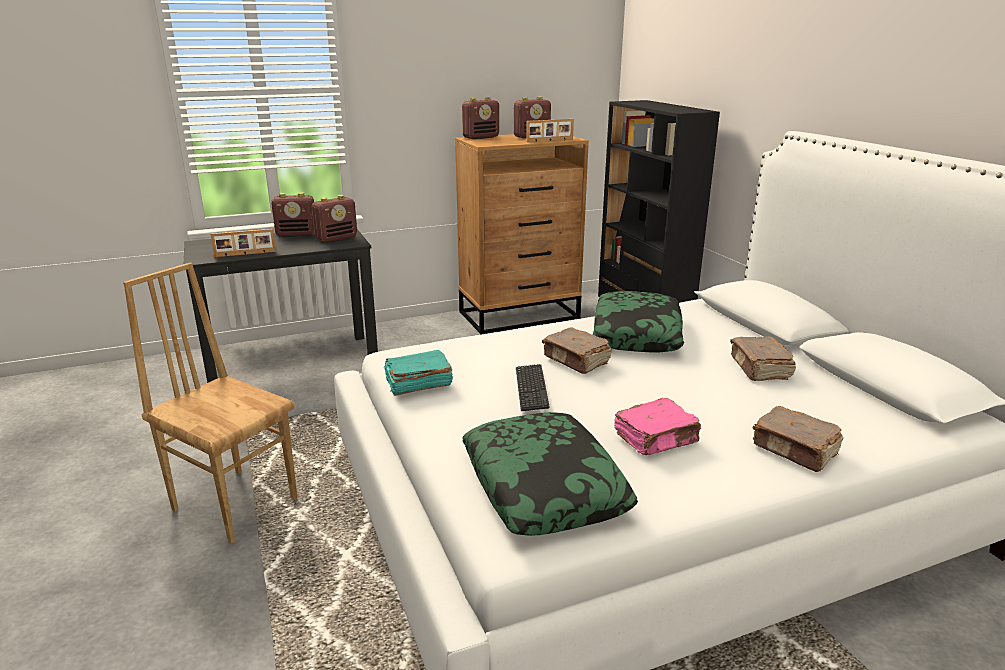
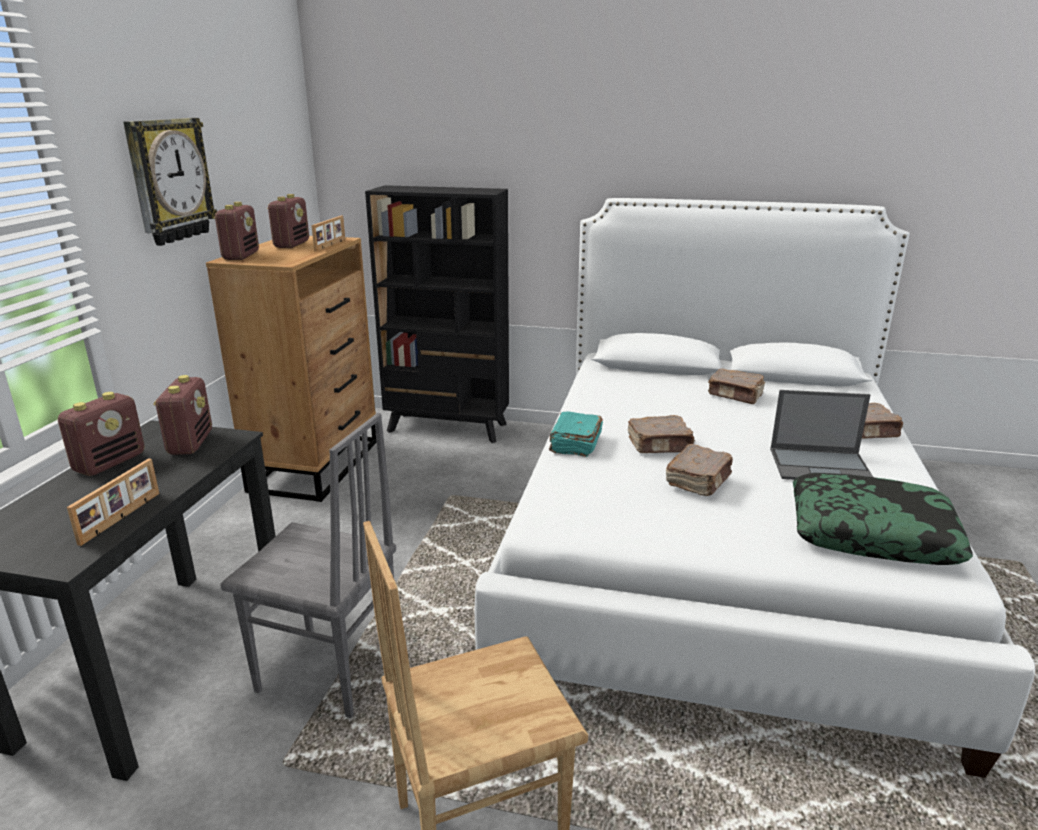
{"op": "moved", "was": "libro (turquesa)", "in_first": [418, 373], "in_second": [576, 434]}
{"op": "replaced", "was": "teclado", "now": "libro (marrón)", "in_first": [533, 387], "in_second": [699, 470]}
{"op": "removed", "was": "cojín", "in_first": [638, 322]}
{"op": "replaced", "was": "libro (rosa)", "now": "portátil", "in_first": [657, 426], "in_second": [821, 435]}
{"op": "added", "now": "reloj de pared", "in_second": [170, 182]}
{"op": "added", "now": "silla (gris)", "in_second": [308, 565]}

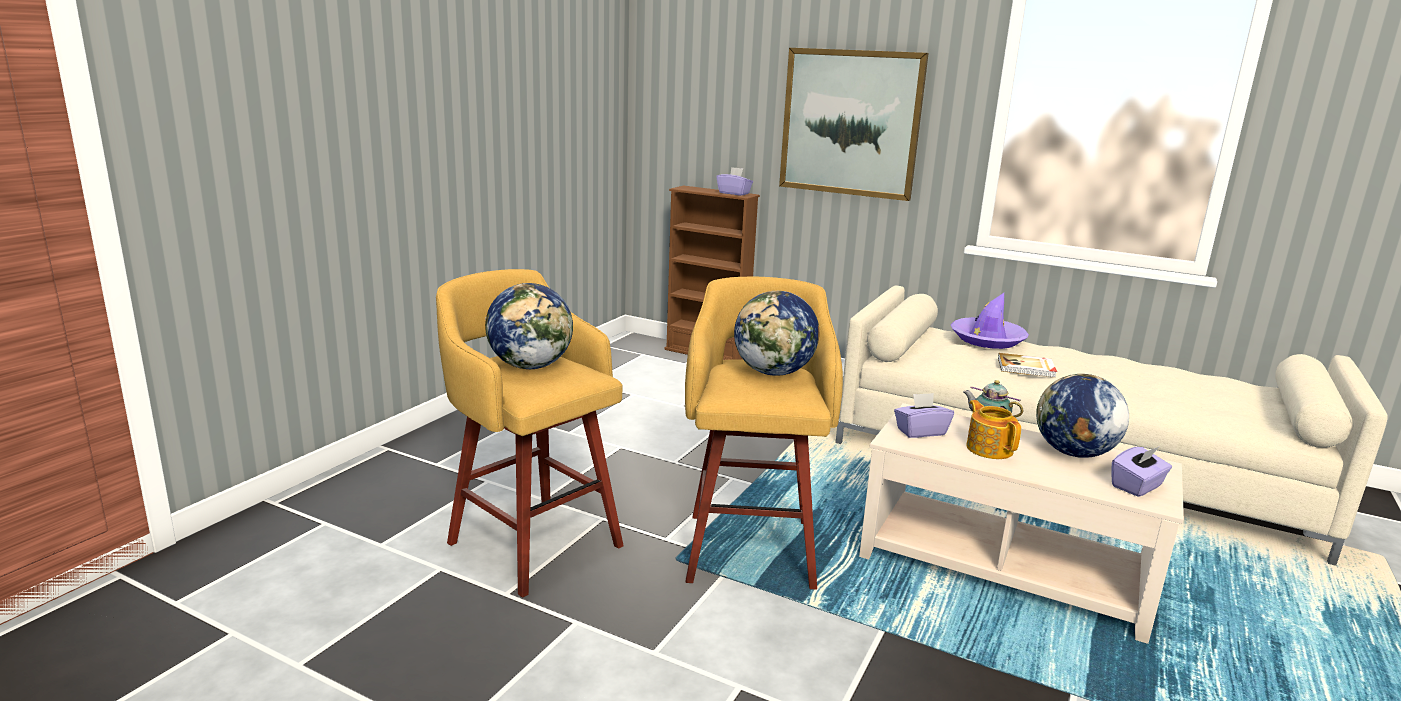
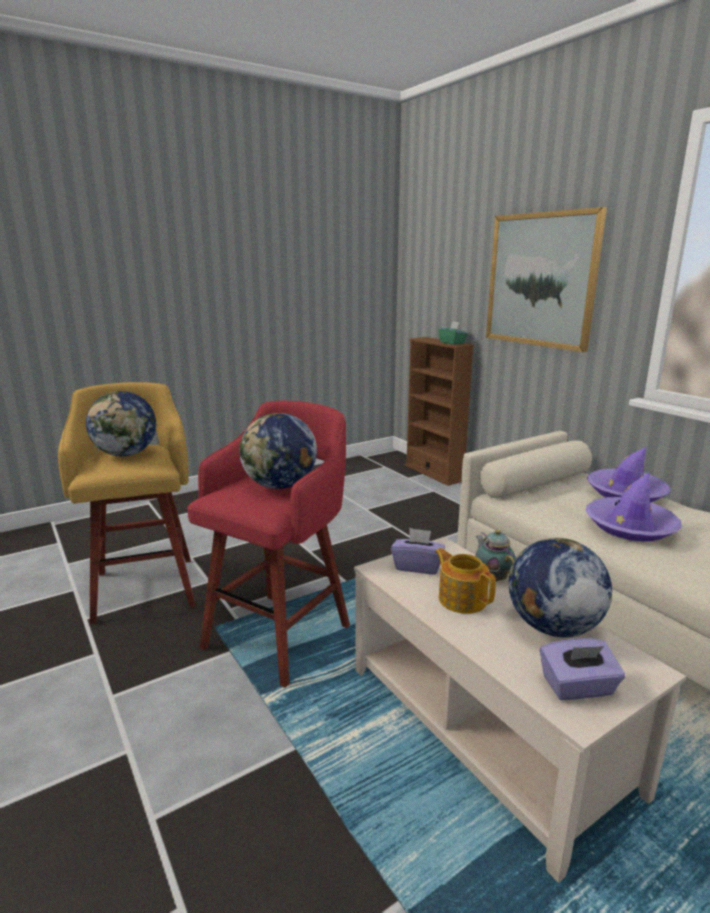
{"op": "recoloured", "was": "taburete (amarillo)", "now": "taburete (rojo)", "in_first": [764, 433], "in_second": [268, 544]}
{"op": "recoloured", "was": "caja de pañuelos (morado)", "now": "caja de pañuelos (verde)", "in_first": [735, 181], "in_second": [453, 333]}
{"op": "turned", "was": "tetera", "in_first": [993, 429], "in_second": [465, 581], "clockwise": -45}
{"op": "replaced", "was": "libro", "now": "sombrero (morado)", "in_first": [1027, 365], "in_second": [634, 506]}

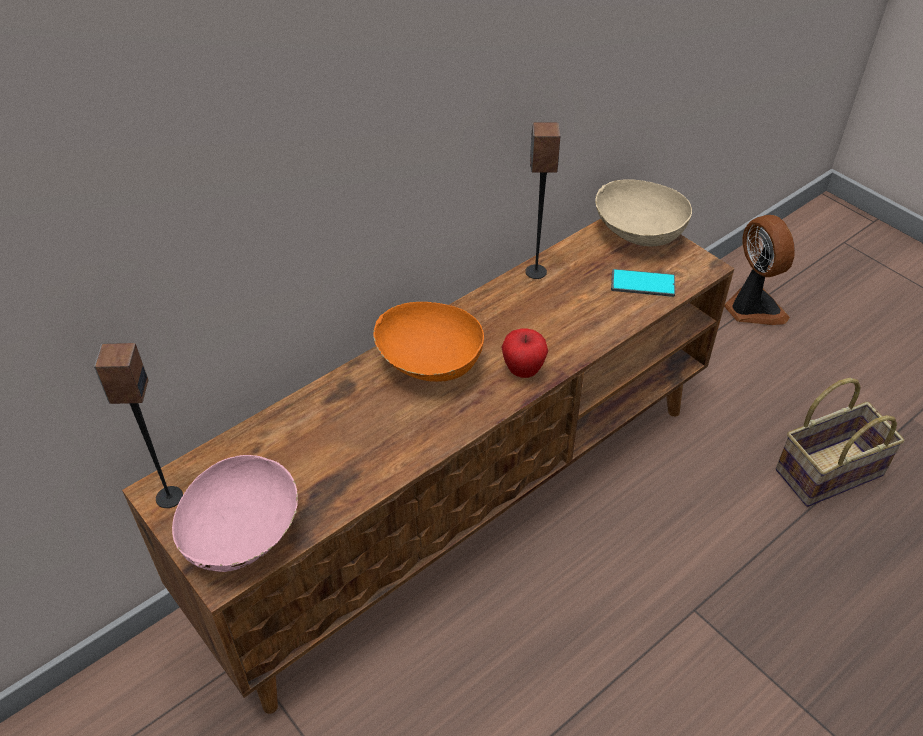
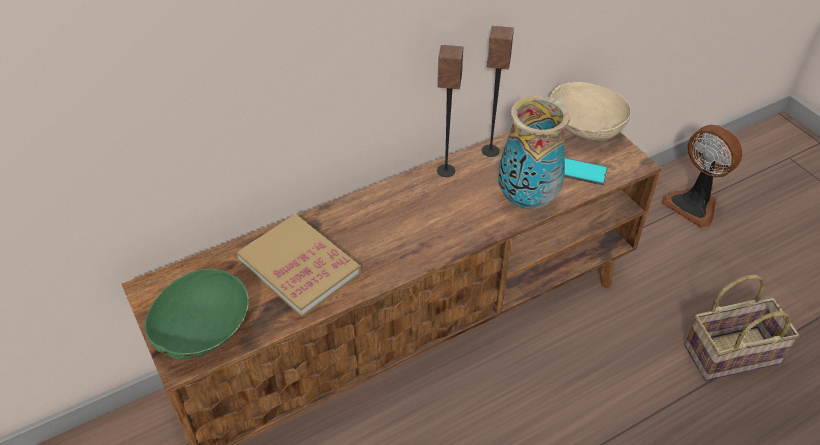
{"op": "moved", "was": "altavoz", "in_first": [138, 425], "in_second": [450, 111]}
{"op": "recoloured", "was": "cuenco (rosa)", "now": "cuenco (verde)", "in_first": [235, 513], "in_second": [197, 314]}
{"op": "removed", "was": "cuenco (naranja)", "in_first": [428, 342]}
{"op": "removed", "was": "manzana", "in_first": [524, 353]}
{"op": "turned", "was": "ventilador", "in_first": [759, 270], "in_second": [701, 176], "clockwise": 150}
{"op": "added", "now": "libro", "in_second": [299, 265]}
{"op": "added", "now": "florero", "in_second": [534, 152]}

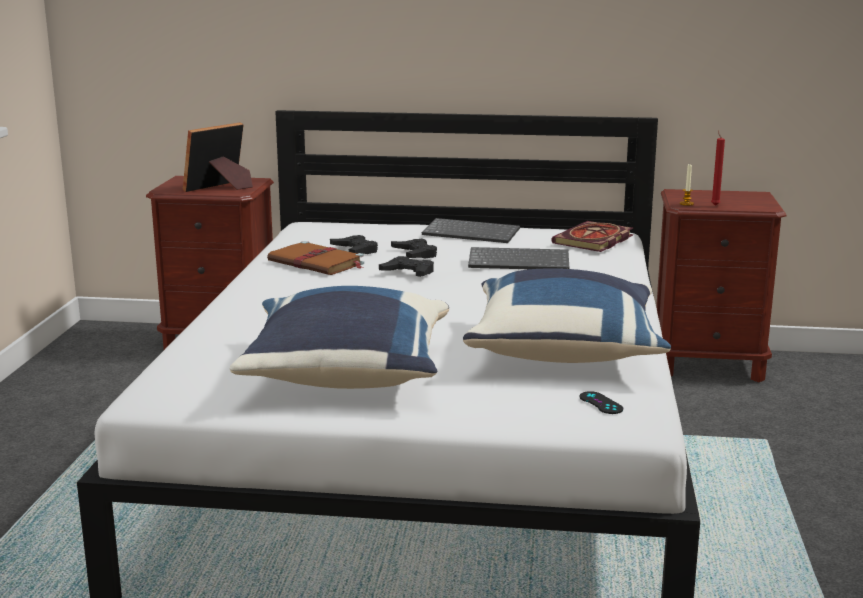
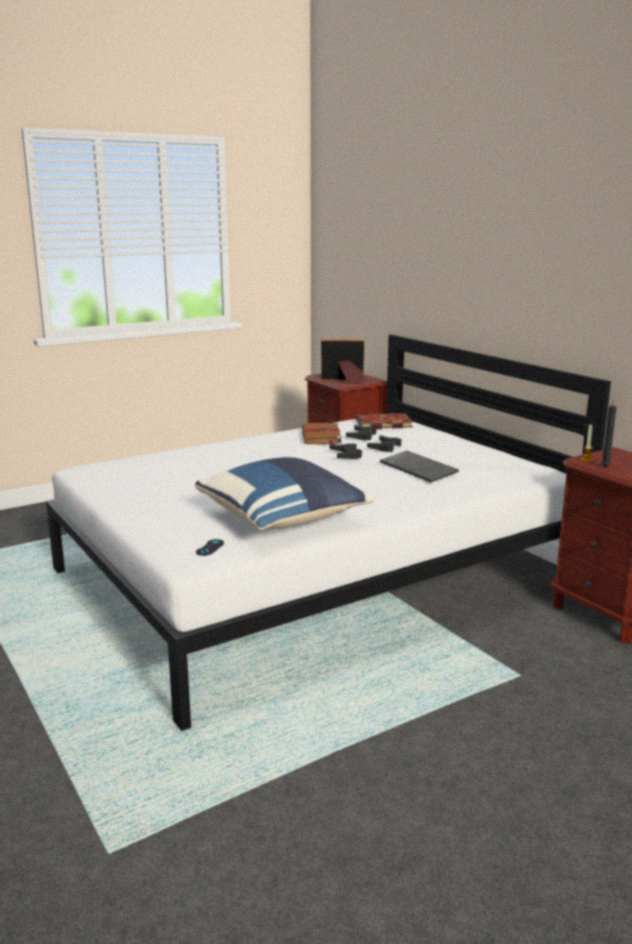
{"op": "removed", "was": "cojín (azul)", "in_first": [339, 337]}
{"op": "removed", "was": "teclado", "in_first": [471, 230]}
{"op": "moved", "was": "libro", "in_first": [592, 236], "in_second": [384, 421]}
{"op": "recoloured", "was": "vela (rojo)", "now": "vela (negro)", "in_first": [718, 168], "in_second": [608, 432]}

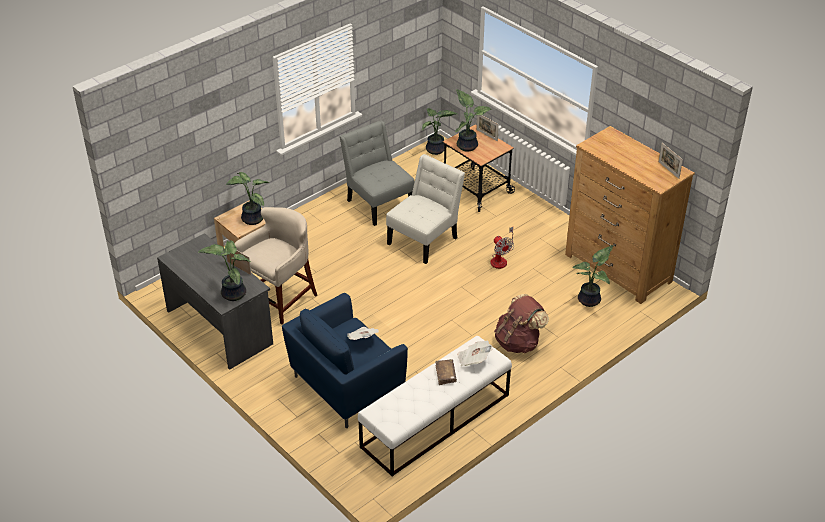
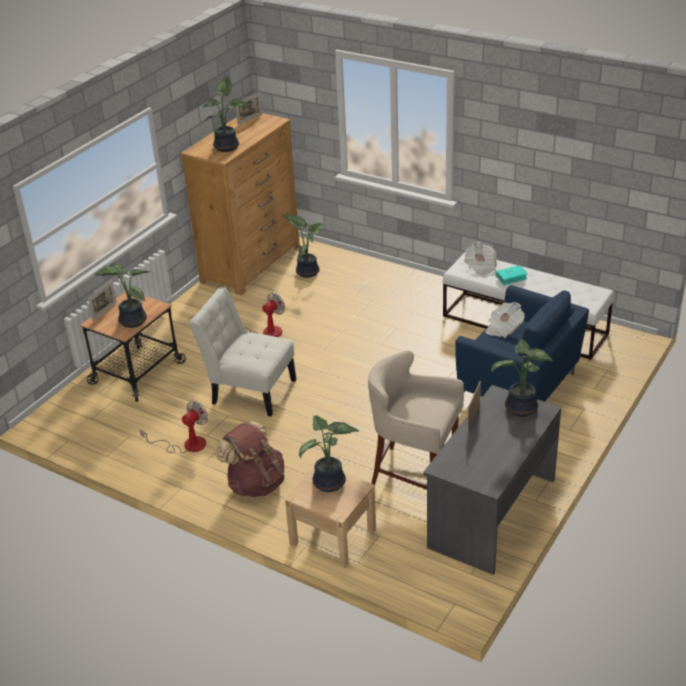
{"op": "replaced", "was": "silla (gris)", "now": "ventilador", "in_first": [377, 173], "in_second": [174, 427]}
{"op": "moved", "was": "planta en maceta", "in_first": [439, 131], "in_second": [225, 113]}
{"op": "recoloured", "was": "libro (marrón)", "now": "libro (turquesa)", "in_first": [446, 372], "in_second": [511, 275]}
{"op": "moved", "was": "mochila (marrón)", "in_first": [521, 323], "in_second": [249, 459]}

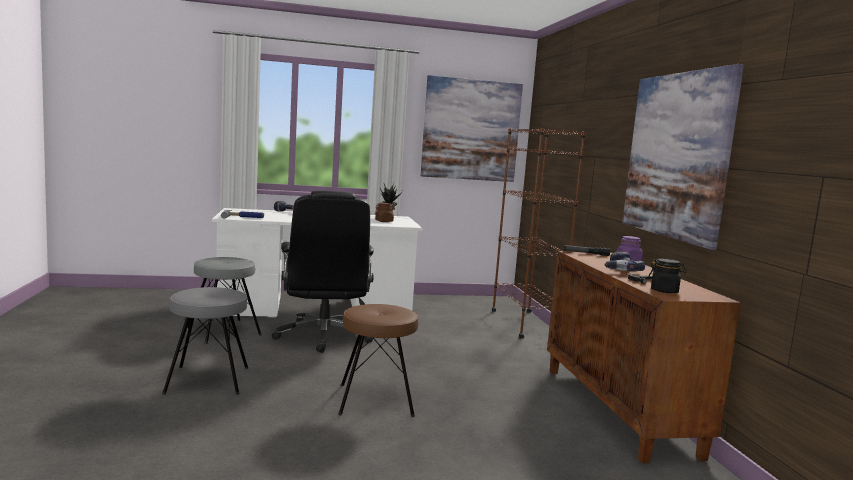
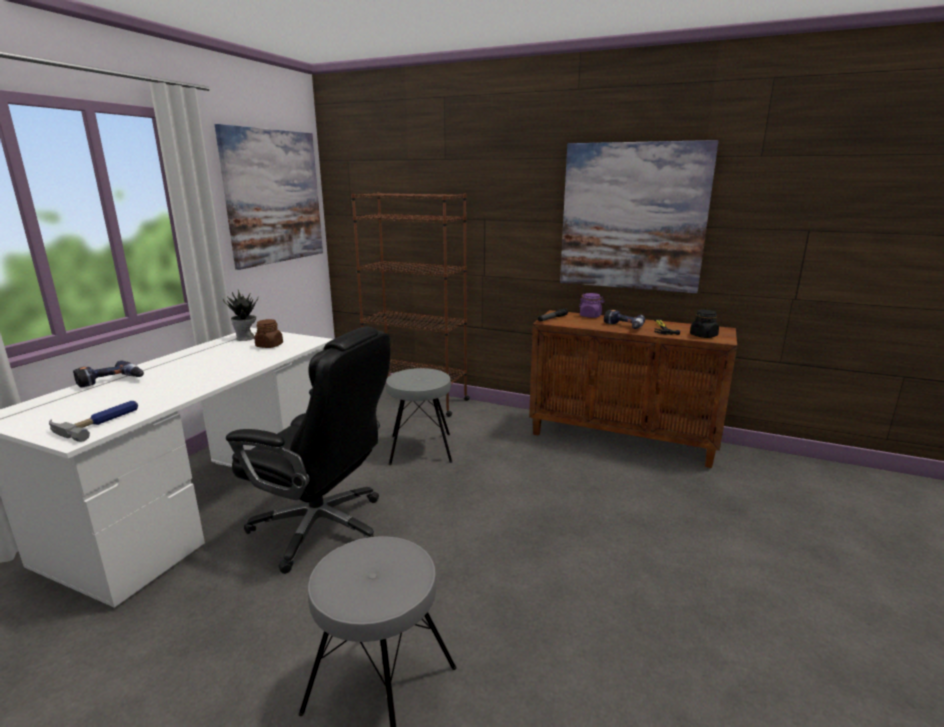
{"op": "moved", "was": "taburete (gris)", "in_first": [224, 300], "in_second": [419, 416]}
{"op": "removed", "was": "taburete (marrón)", "in_first": [378, 360]}

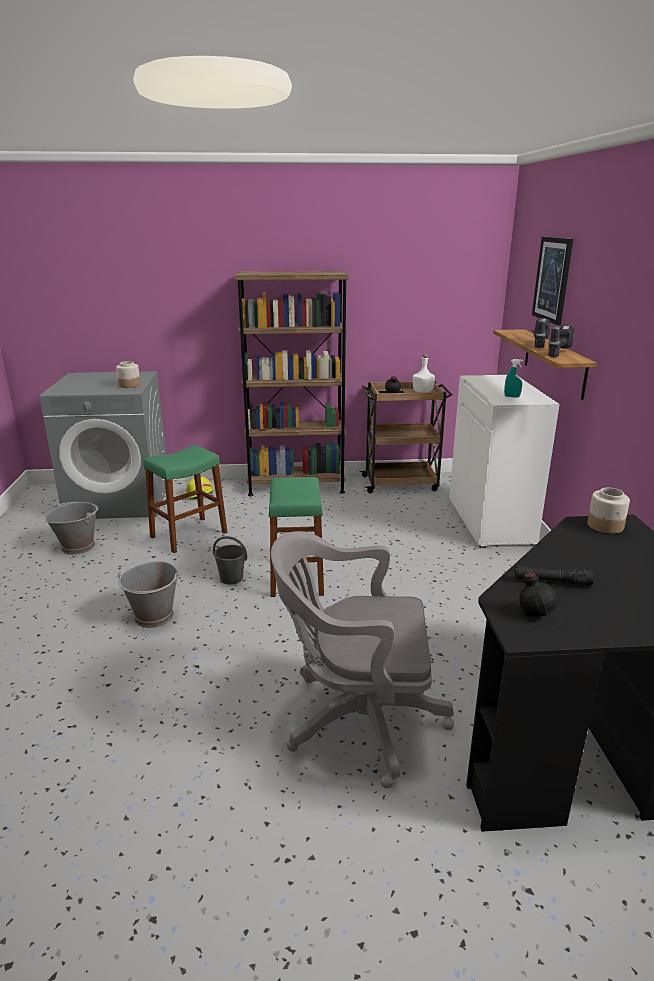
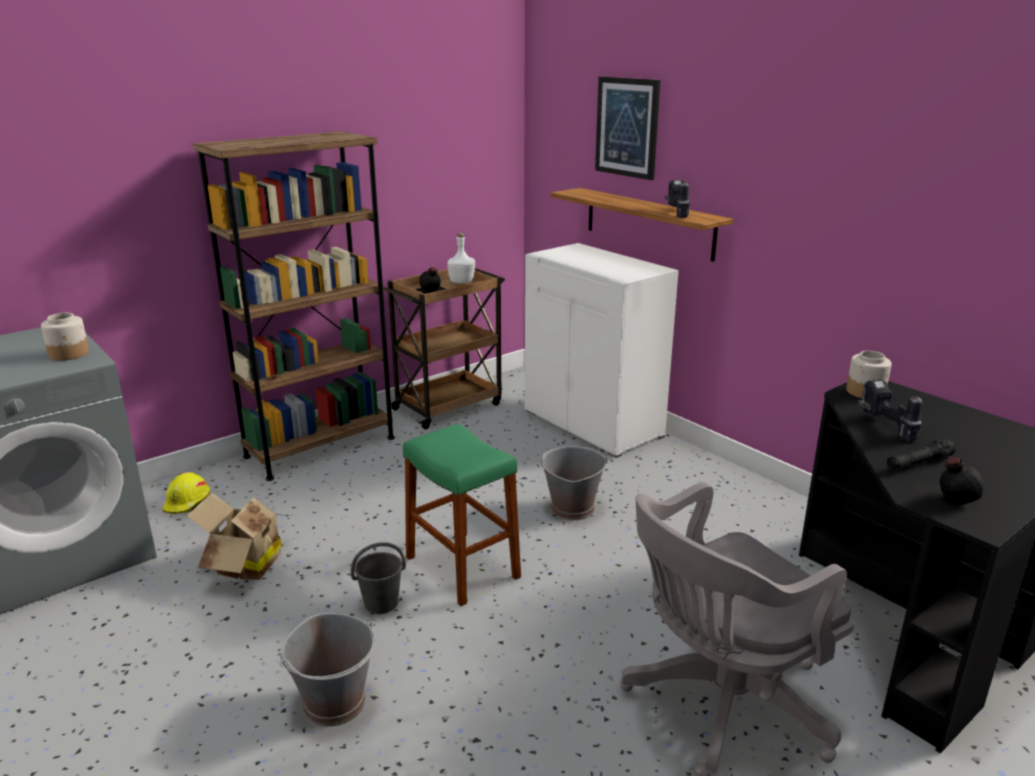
{"op": "moved", "was": "cubo (gris)", "in_first": [71, 528], "in_second": [573, 483]}
{"op": "replaced", "was": "taburete (verde)", "now": "caja de cartón", "in_first": [185, 499], "in_second": [237, 536]}
{"op": "removed", "was": "pulverizador (turquesa)", "in_first": [513, 378]}
{"op": "moved", "was": "taladro", "in_first": [541, 333], "in_second": [890, 410]}

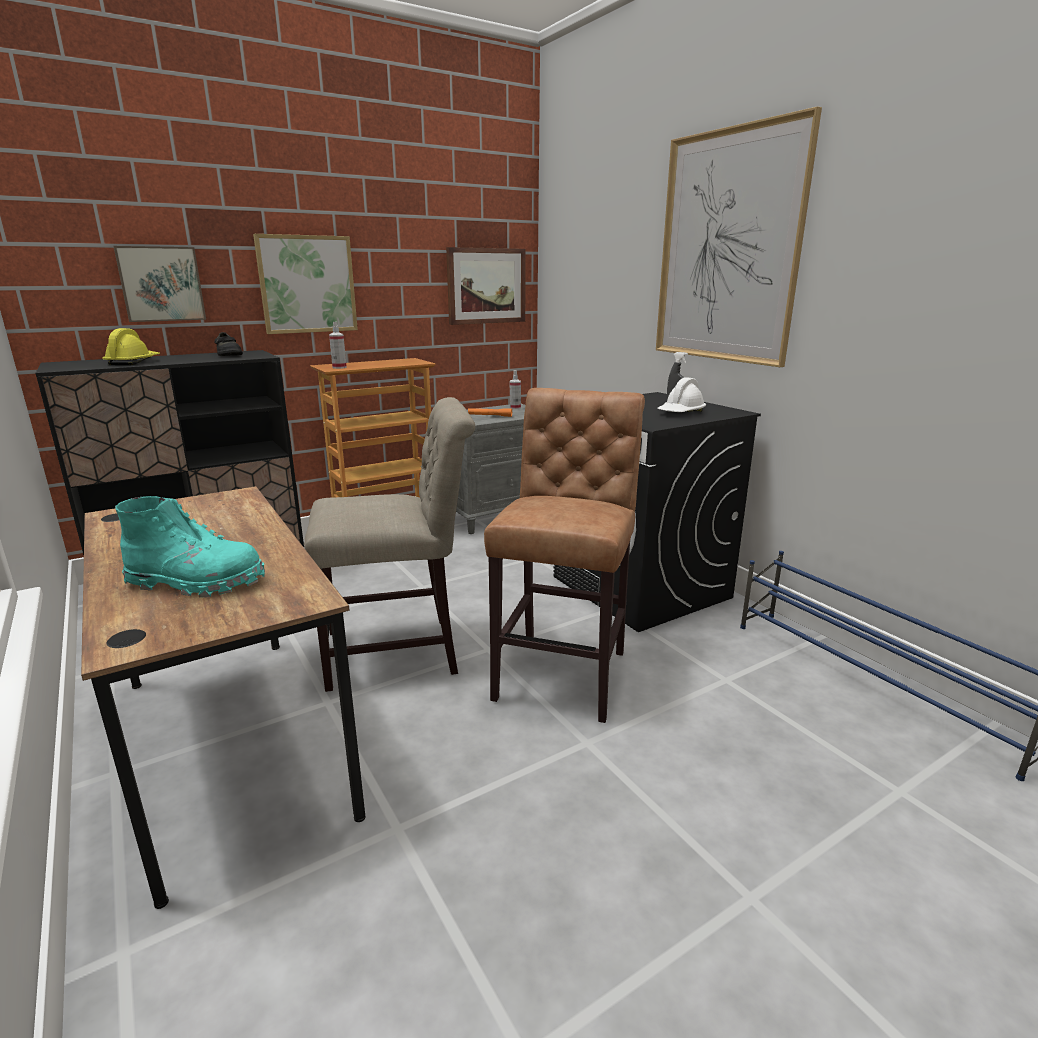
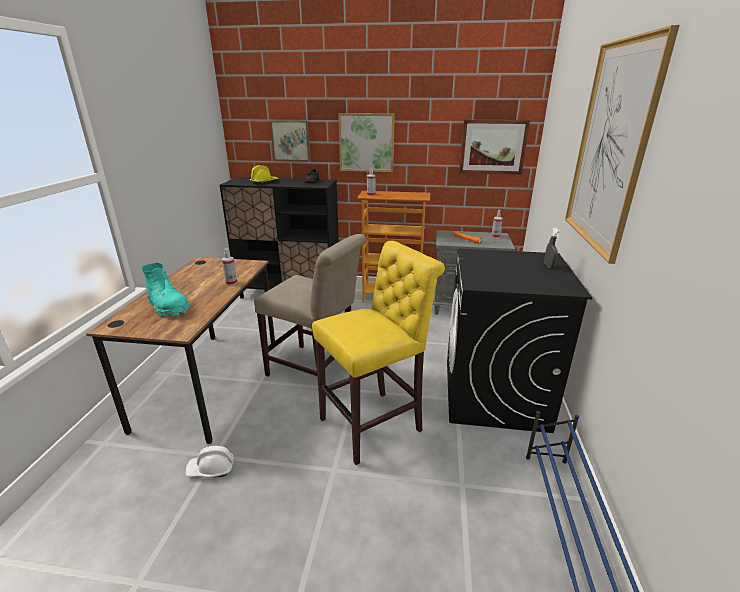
{"op": "recoloured", "was": "taburete (marrón)", "now": "taburete (amarillo)", "in_first": [564, 555], "in_second": [378, 353]}
{"op": "moved", "was": "casco (blanco)", "in_first": [681, 394], "in_second": [209, 462]}
{"op": "added", "now": "pulverizador", "in_second": [229, 267]}

